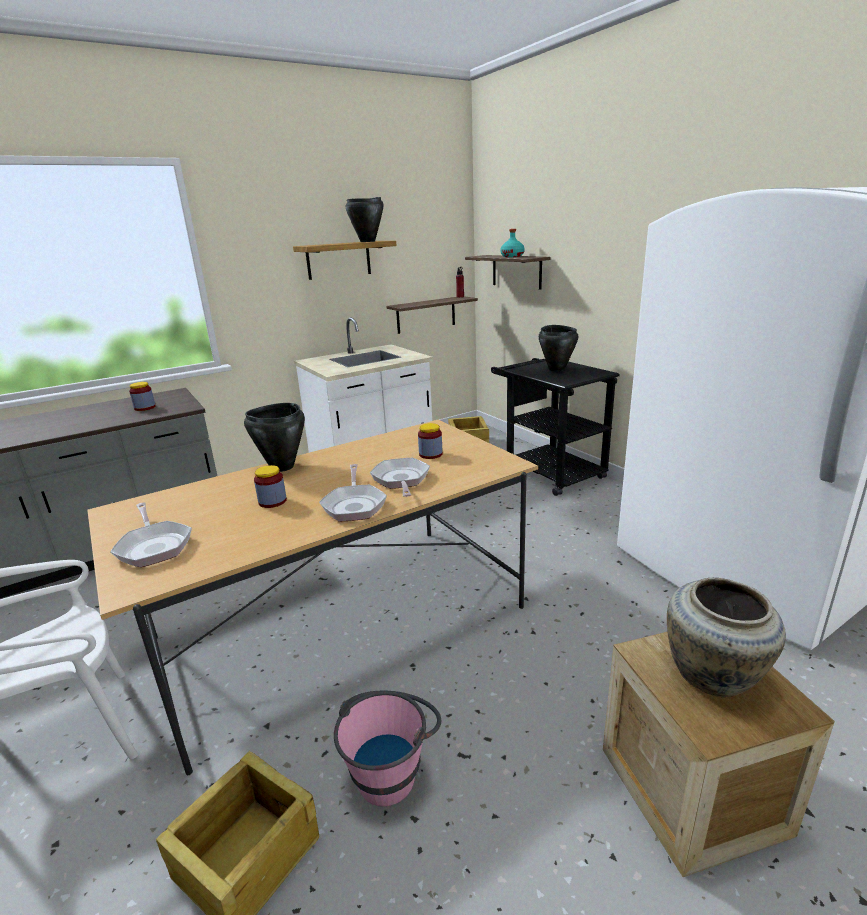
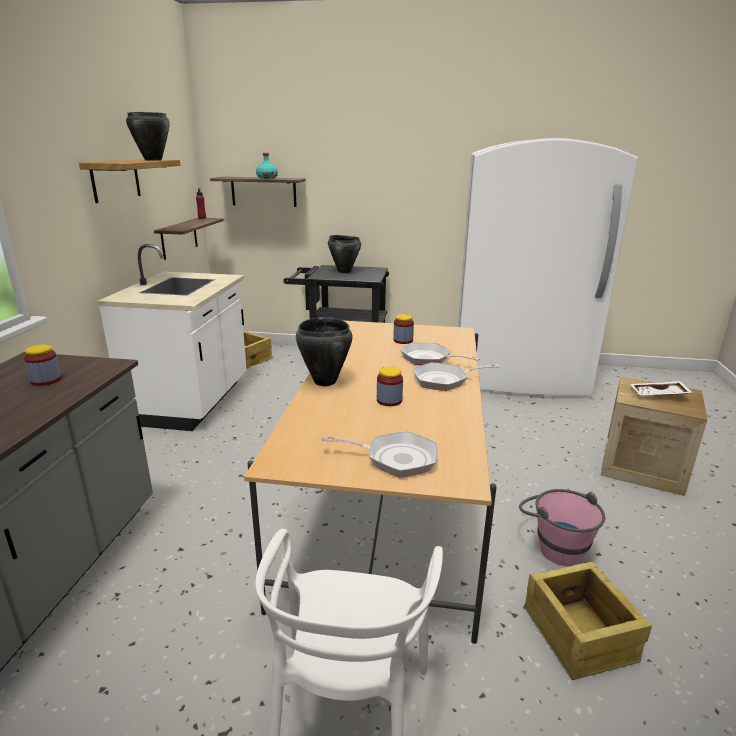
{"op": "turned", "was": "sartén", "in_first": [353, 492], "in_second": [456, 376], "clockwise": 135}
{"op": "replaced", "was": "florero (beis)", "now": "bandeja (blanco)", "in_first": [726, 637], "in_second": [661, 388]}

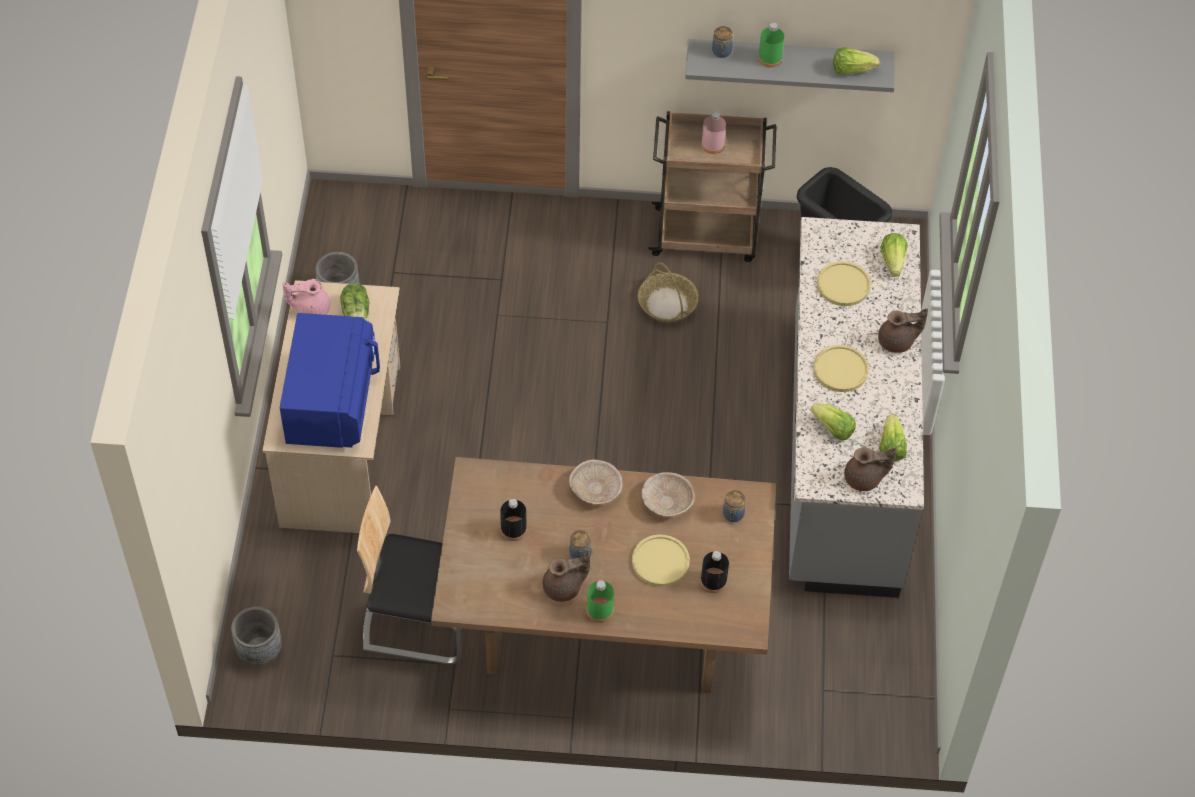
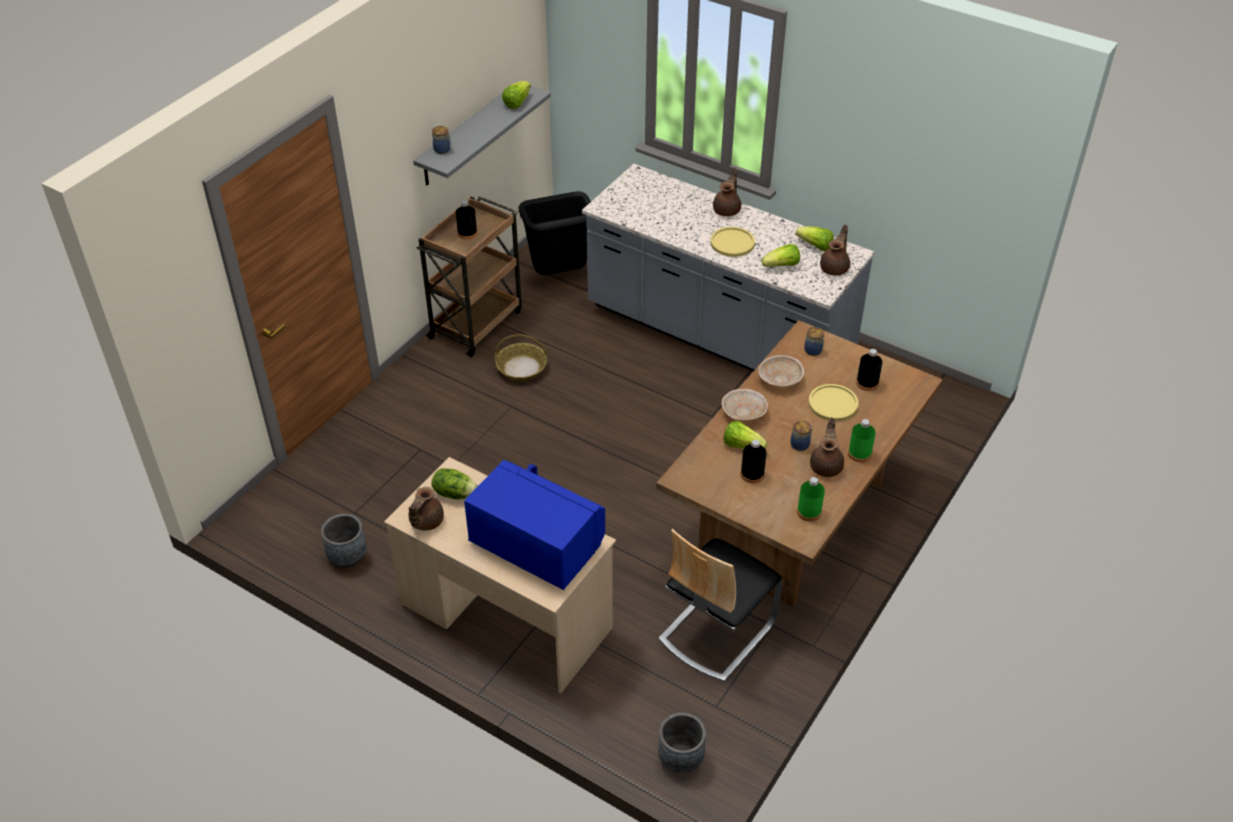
{"op": "recoloured", "was": "tetera (rosa)", "now": "tetera (marrón)", "in_first": [306, 297], "in_second": [426, 509]}
{"op": "recoloured", "was": "botella (rosa)", "now": "botella (negro)", "in_first": [713, 133], "in_second": [467, 220]}
{"op": "moved", "was": "botella (verde)", "in_first": [771, 45], "in_second": [811, 499]}
{"op": "removed", "was": "plato (amarillo)", "in_first": [844, 283]}
{"op": "moved", "was": "lechuga", "in_first": [894, 255], "in_second": [745, 435]}

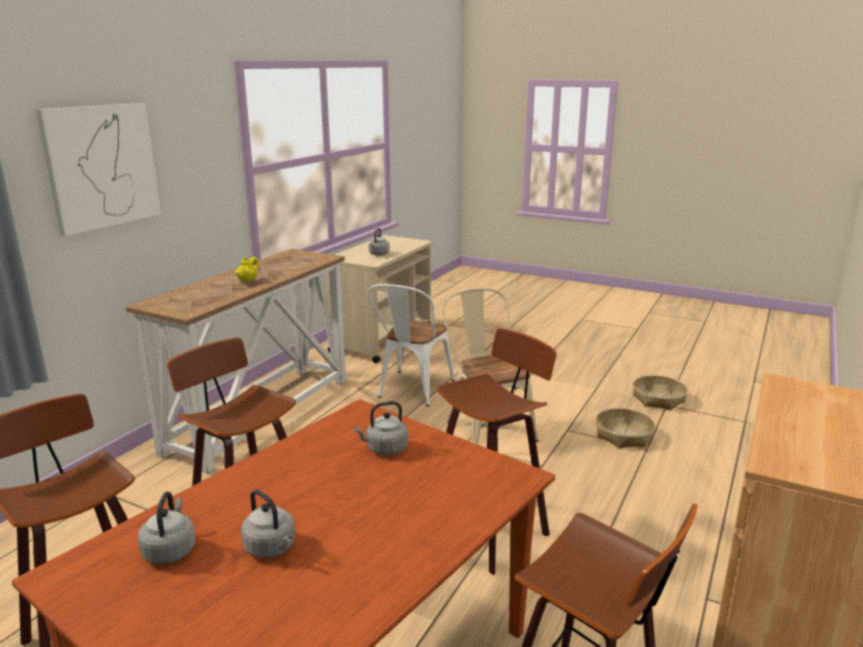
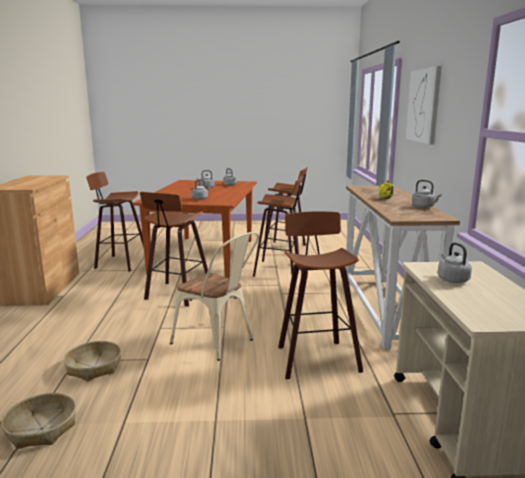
{"op": "replaced", "was": "silla (blanco)", "now": "taburete", "in_first": [411, 345], "in_second": [320, 295]}
{"op": "added", "now": "hervidor (gris)", "in_second": [427, 194]}

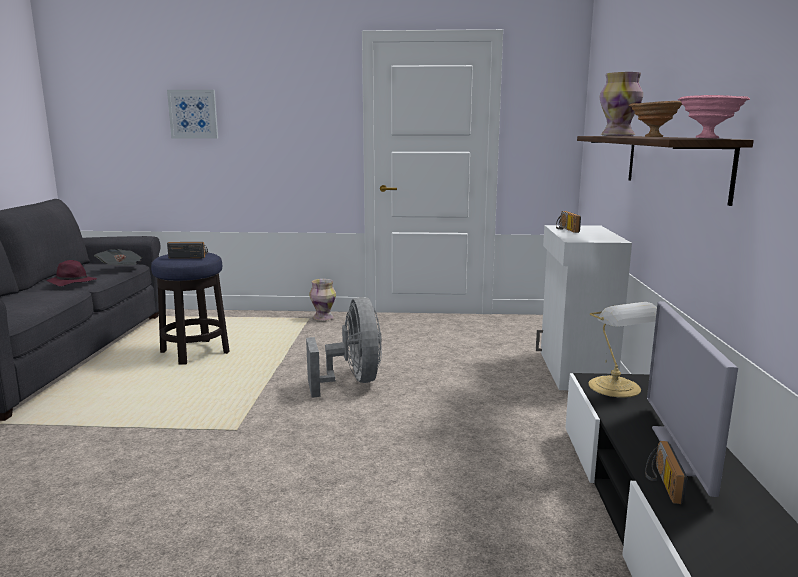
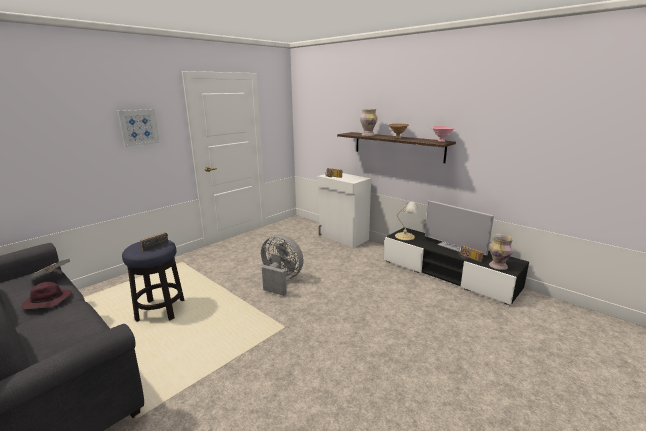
{"op": "moved", "was": "cuadro", "in_first": [192, 114], "in_second": [139, 128]}
{"op": "moved", "was": "florero", "in_first": [322, 300], "in_second": [501, 252]}

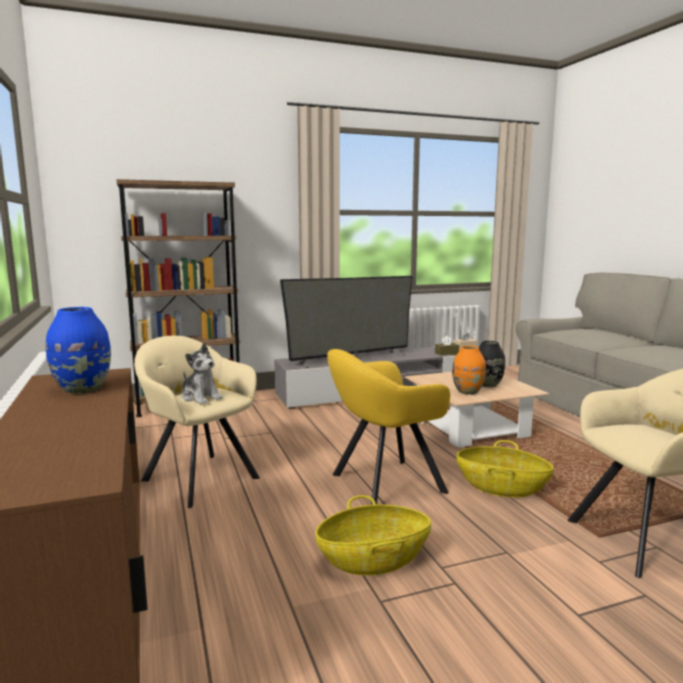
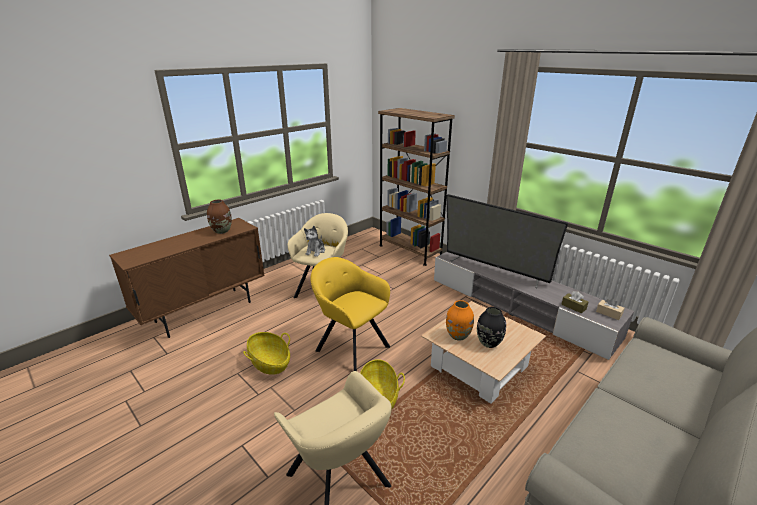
{"op": "recoloured", "was": "florero (azul)", "now": "florero (marrón)", "in_first": [78, 350], "in_second": [219, 217]}

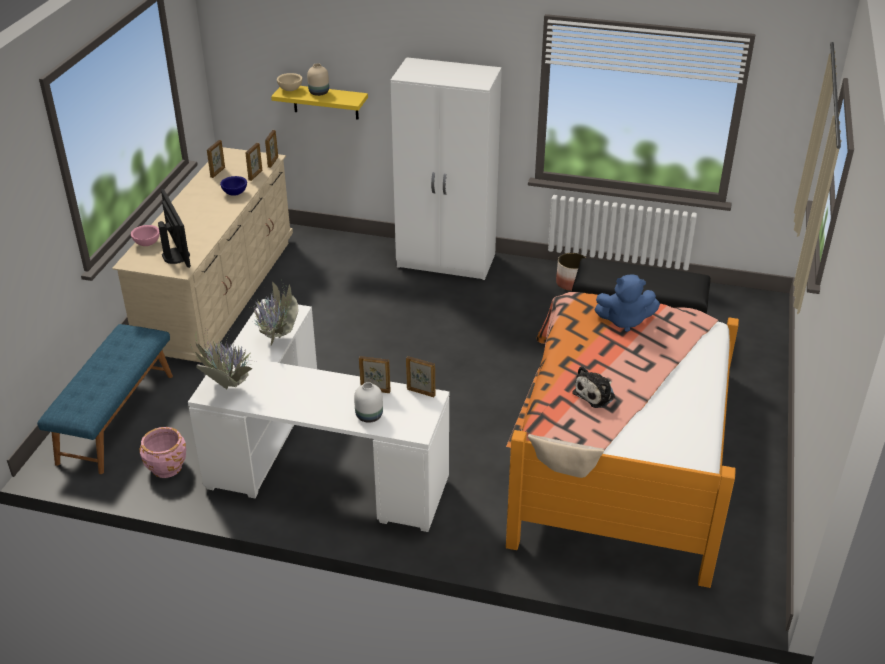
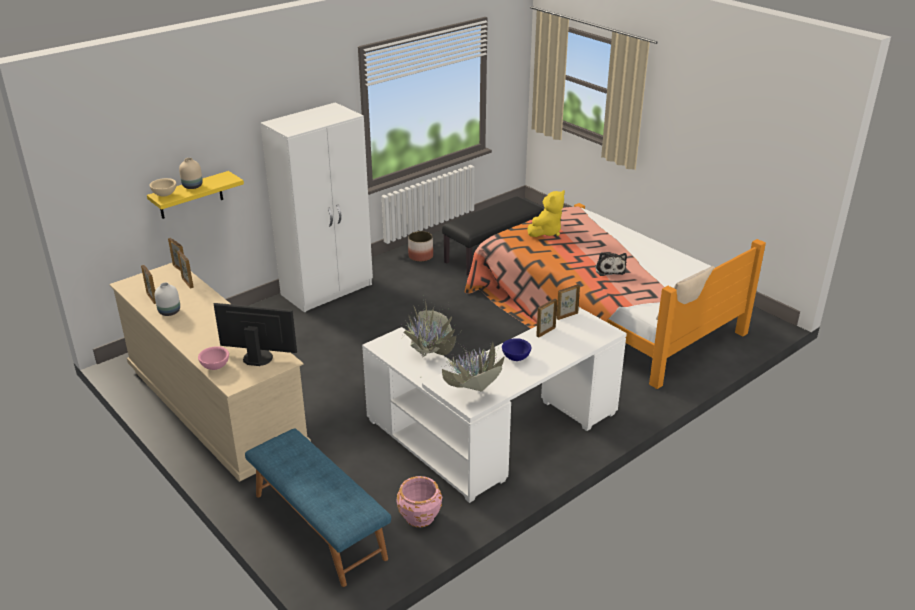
{"op": "moved", "was": "cuenco (azul)", "in_first": [233, 186], "in_second": [516, 349]}
{"op": "moved", "was": "florero (blanco)", "in_first": [368, 402], "in_second": [167, 299]}
{"op": "recoloured", "was": "peluche (azul)", "now": "peluche (amarillo)", "in_first": [627, 303], "in_second": [546, 213]}

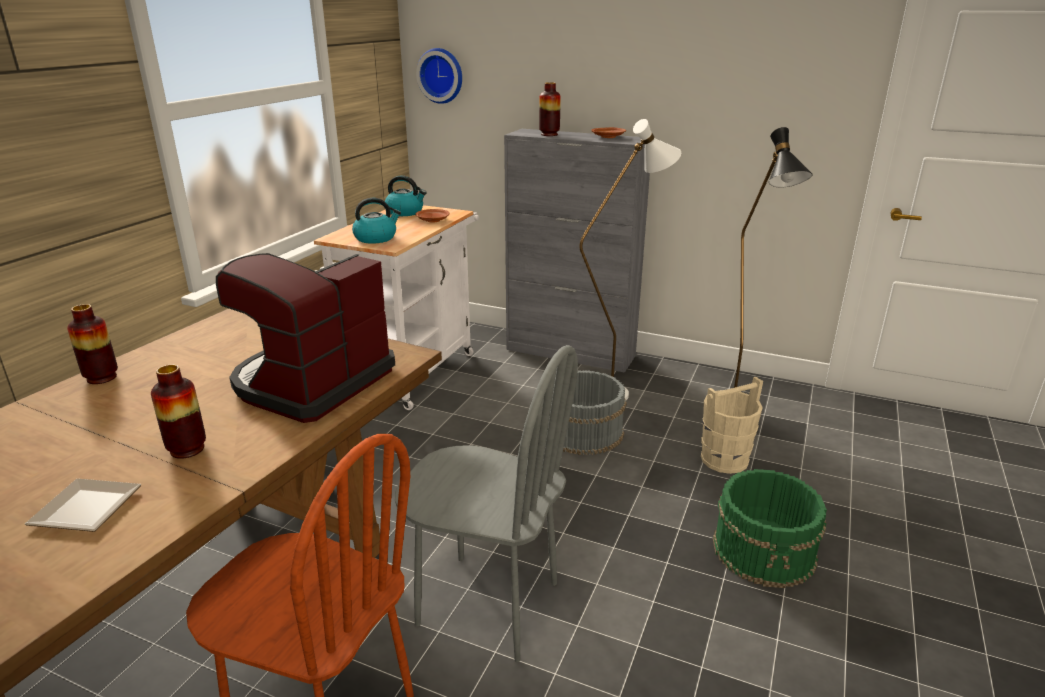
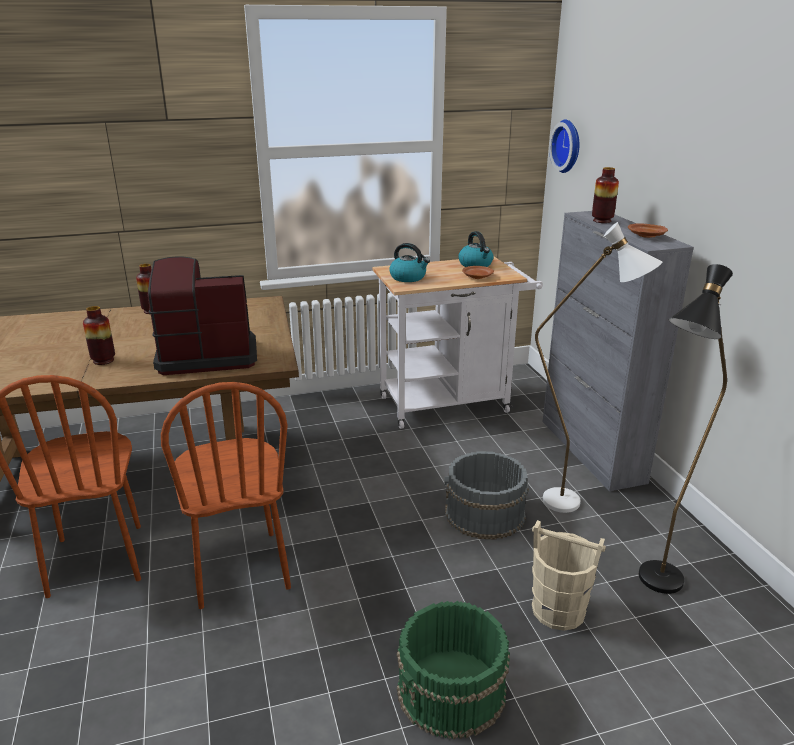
{"op": "removed", "was": "plato", "in_first": [83, 505]}
{"op": "recoloured", "was": "silla (gris)", "now": "silla (marrón)", "in_first": [486, 503], "in_second": [226, 495]}

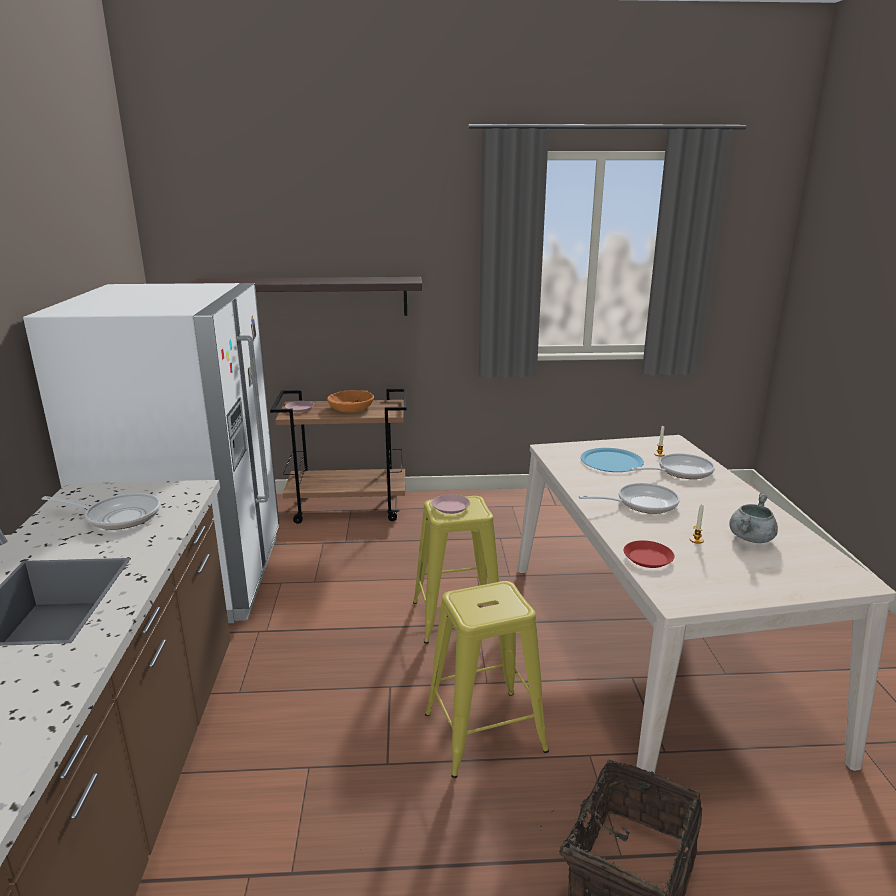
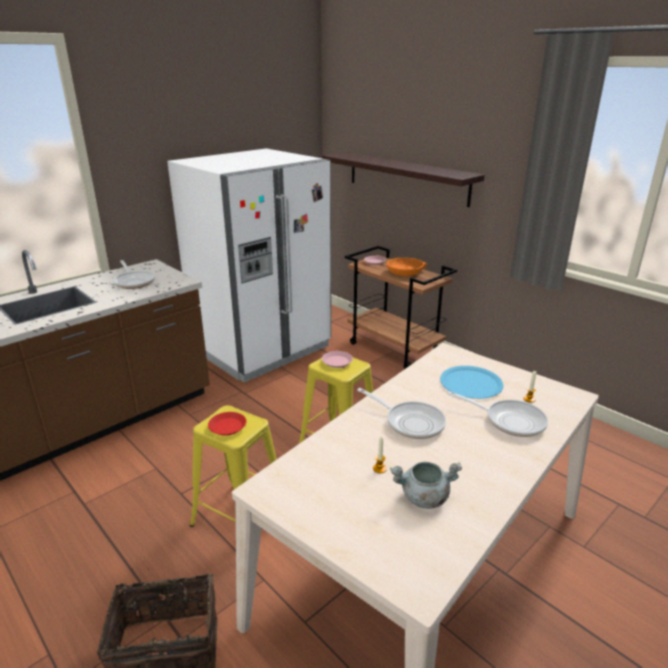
{"op": "moved", "was": "plato (rojo)", "in_first": [649, 554], "in_second": [227, 424]}

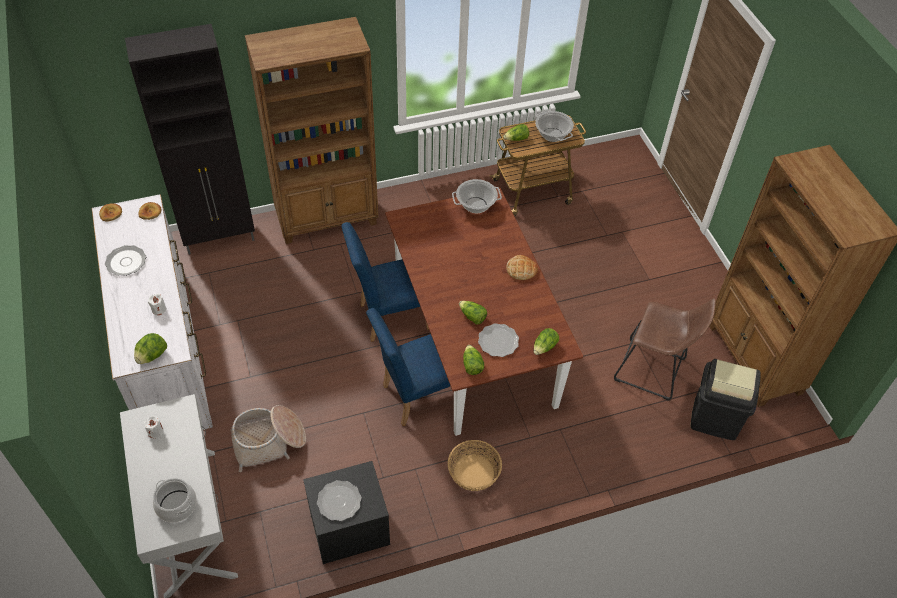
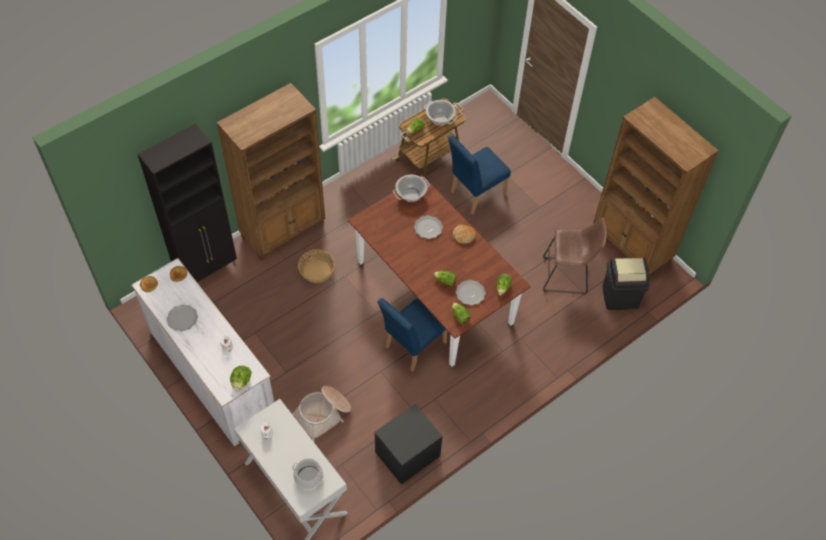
{"op": "moved", "was": "plato", "in_first": [339, 500], "in_second": [428, 227]}
{"op": "moved", "was": "silla (azul)", "in_first": [385, 282], "in_second": [479, 175]}
{"op": "moved", "was": "cesta", "in_first": [475, 465], "in_second": [316, 266]}

